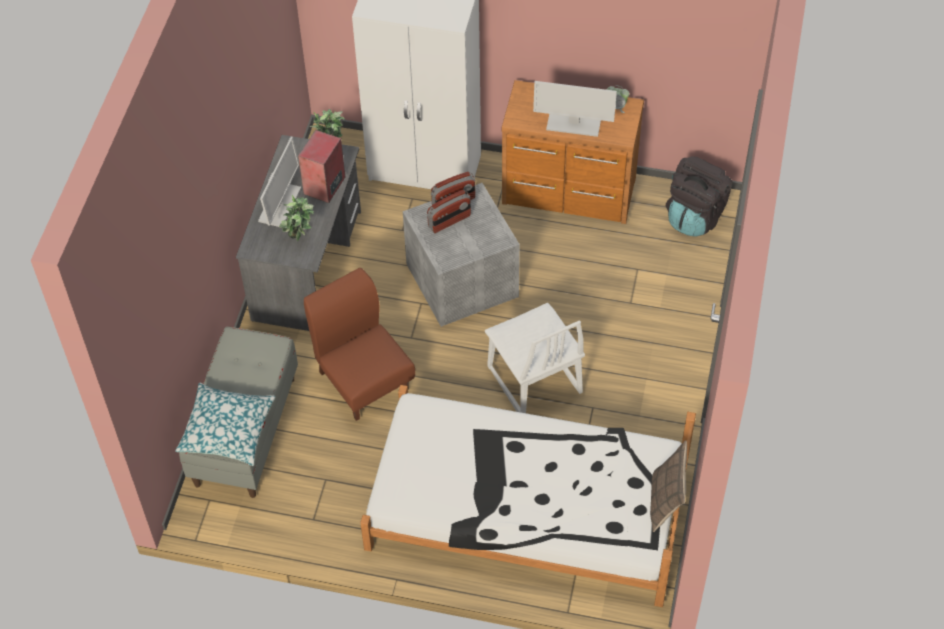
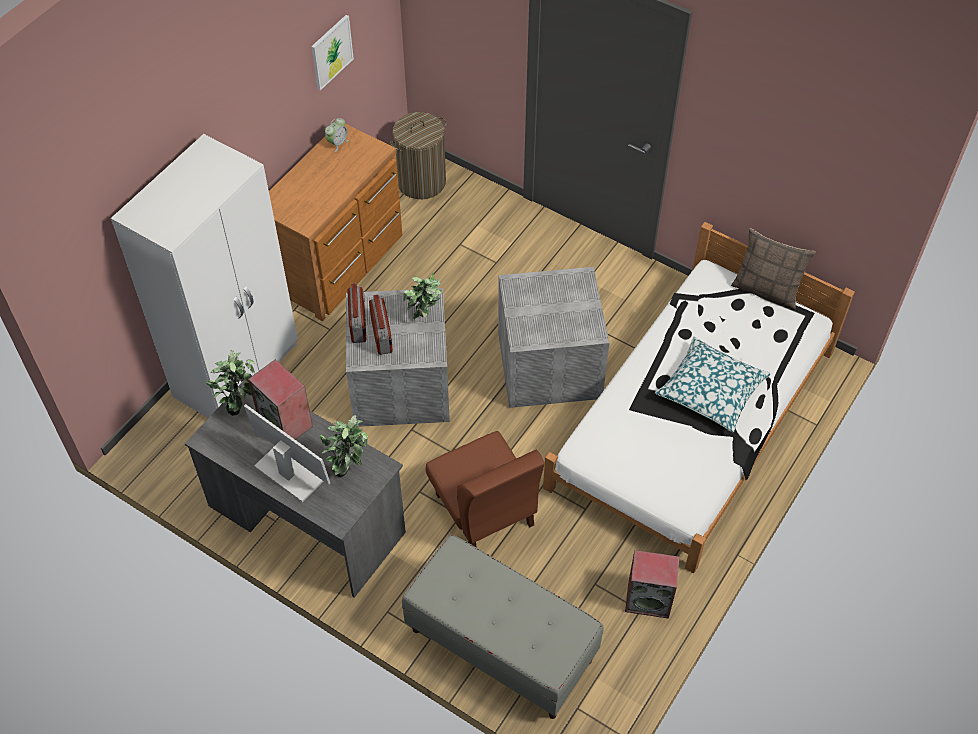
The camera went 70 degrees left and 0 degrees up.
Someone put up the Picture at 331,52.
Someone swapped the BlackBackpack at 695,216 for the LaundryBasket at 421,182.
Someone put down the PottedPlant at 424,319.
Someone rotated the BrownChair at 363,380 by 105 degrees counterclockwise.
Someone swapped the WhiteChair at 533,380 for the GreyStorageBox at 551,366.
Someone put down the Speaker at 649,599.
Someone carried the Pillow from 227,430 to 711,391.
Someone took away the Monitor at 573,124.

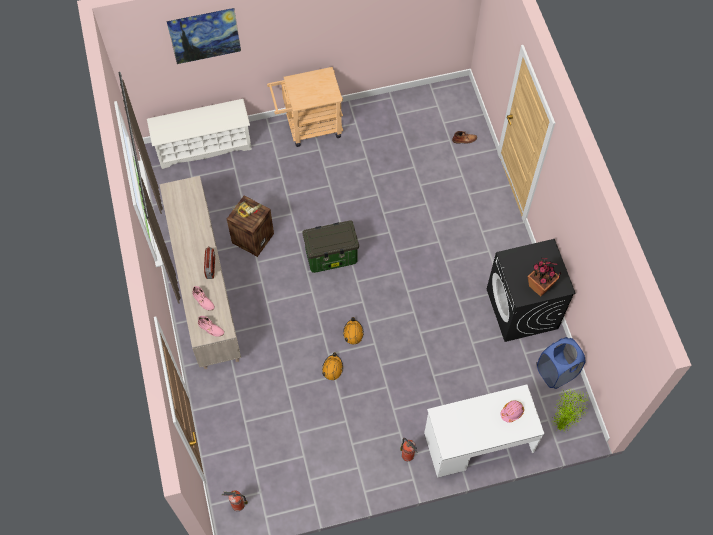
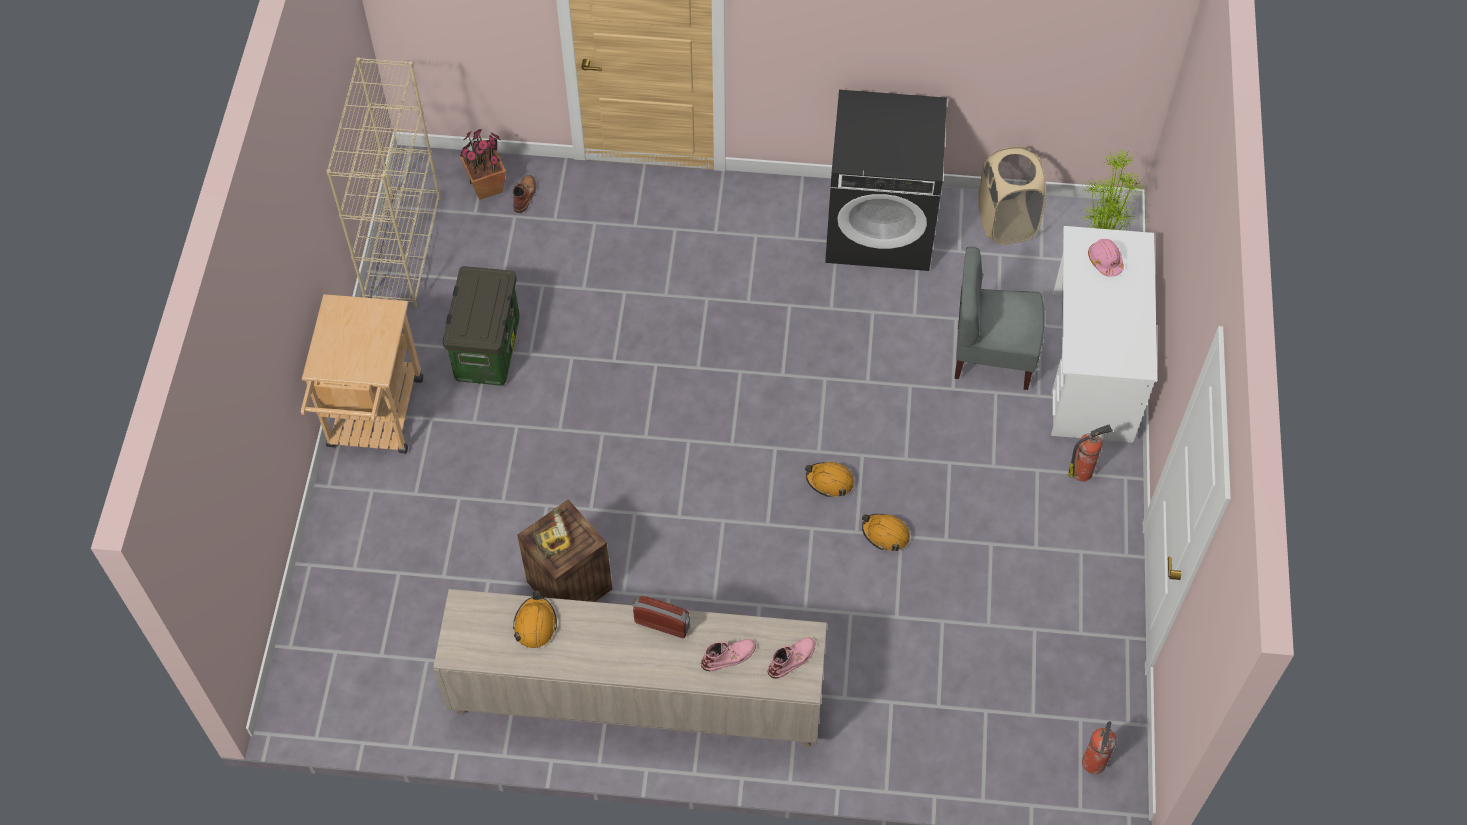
The camera went 70 degrees left and 5 degrees down.
Someone put down the BeigeBookcase at 403,248.
Someone carried the StorageBox from 332,256 to 487,348.
Someone carried the PottedPlant from 540,286 to 487,186.
Someone put down the OrangeHardHat at 535,624.
Someone put down the GreyChair at 991,356.
Someone repainted the BlueLaundryBasket at 556,372, which became the BeigeLaundryBasket at 1006,222.
Someone took away the WhiteShoeRack at 204,146.
Someone took away the Picture at 207,47.

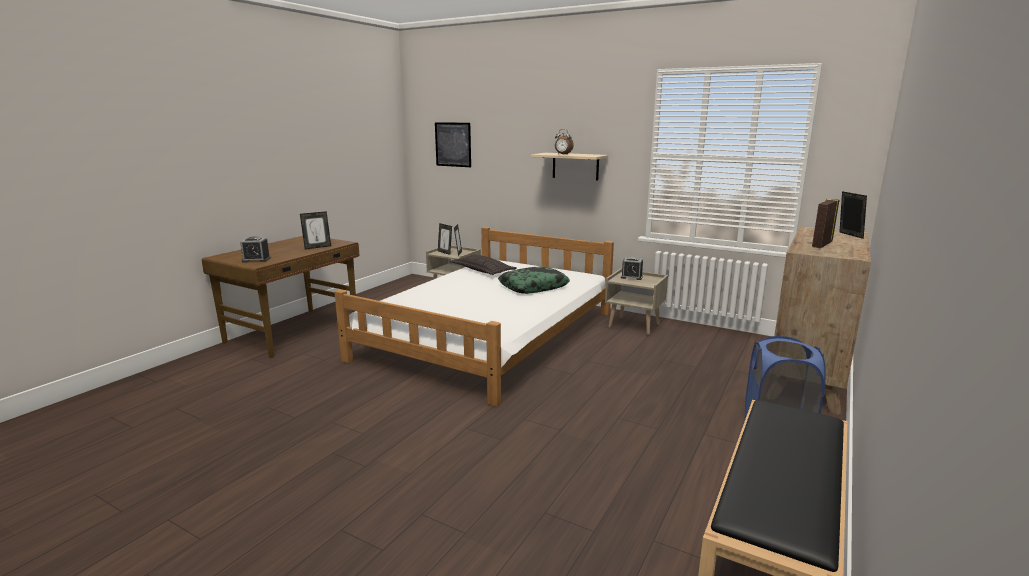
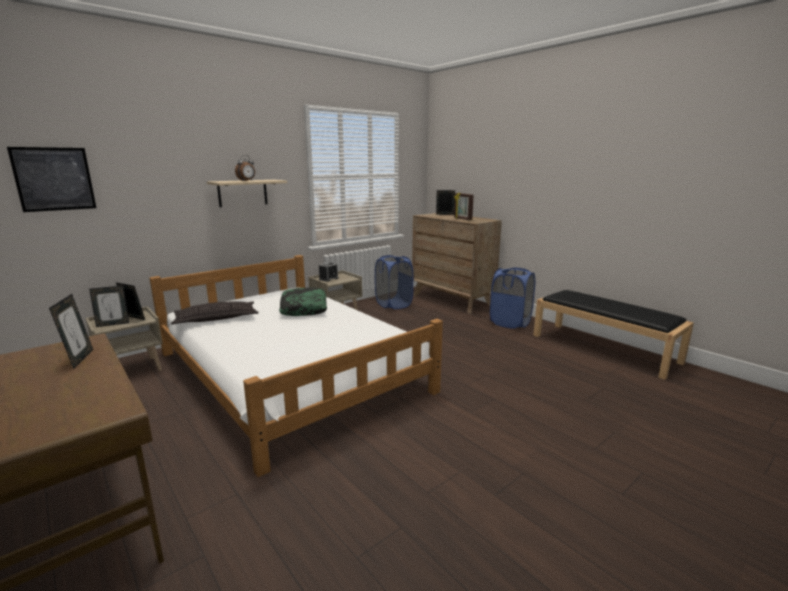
The camera went 70 degrees left and 0 degrees up.
Someone put down the BlueLaundryBasket at 393,304.
Someone took away the AlarmClock at 256,260.

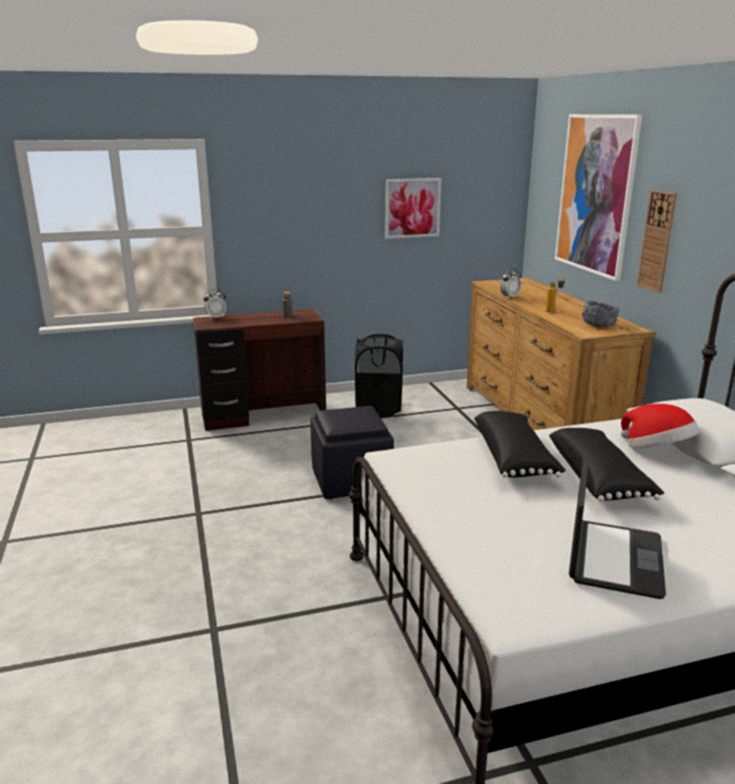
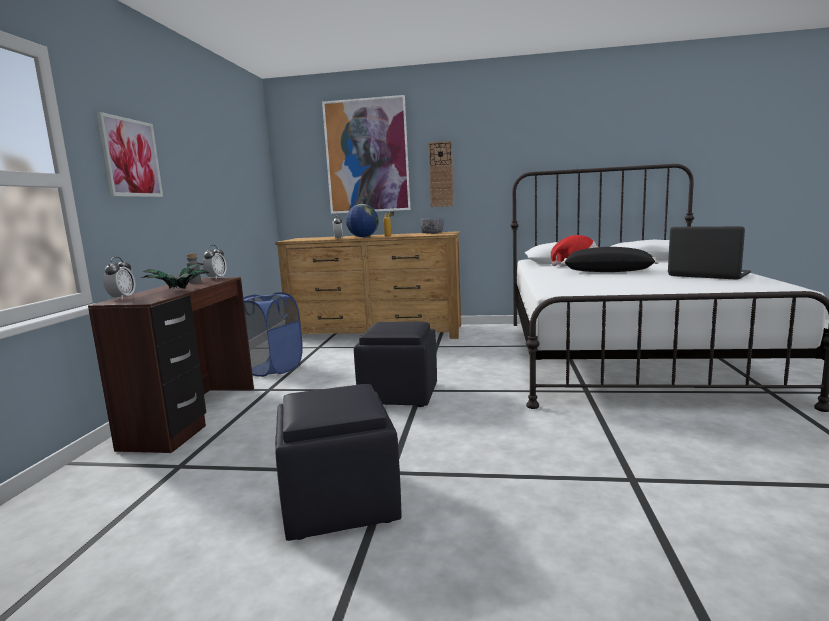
The camera went 65 degrees left and 10 degrees down.
Someone carried the Picture from 412,208 to 130,158.
Someone put down the PottedPlant at 177,291.
Someone put down the AlarmClock at 216,278.
Someone repainted the BlackLaundryBasket at 379,408, which became the BlueLaundryBasket at 273,369.
Someone put down the BlackOttoman at 338,502.
Someone put down the Globe at 363,237.
Someone took away the BlackPillow at 514,458.

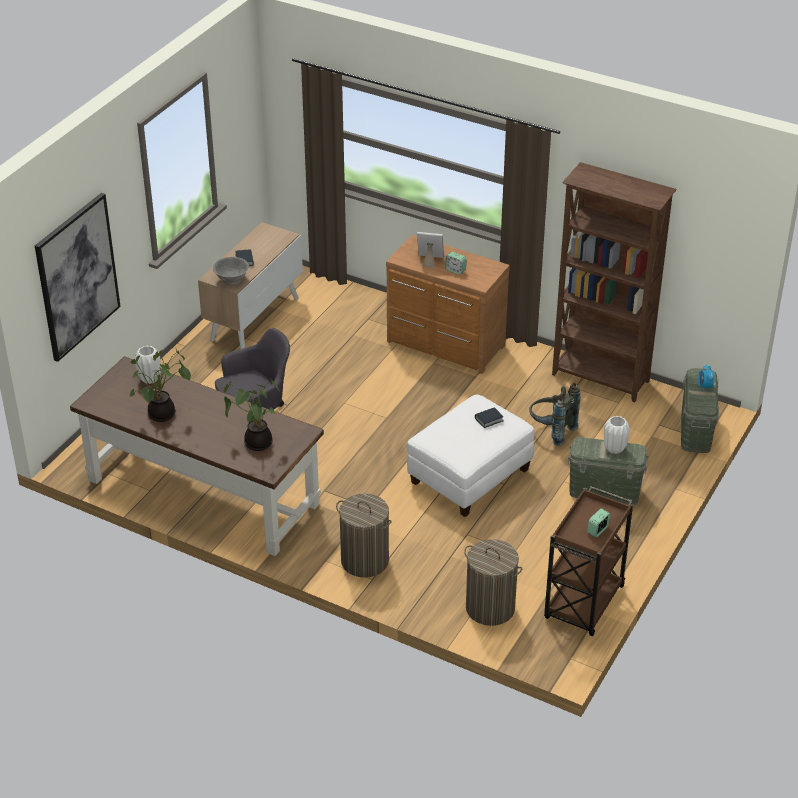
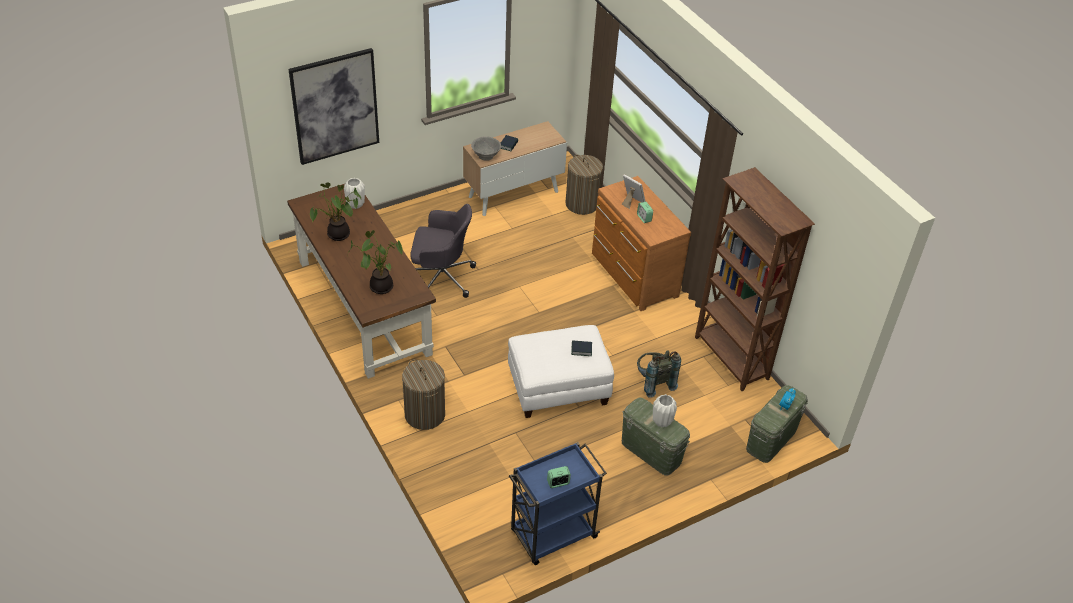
The camera went 30 degrees right and 5 degrees up.
Someone repainted the BrownCart at 583,604, which became the BlueCart at 552,535.
Someone carried the LaundryBasket from 490,608 to 582,204.

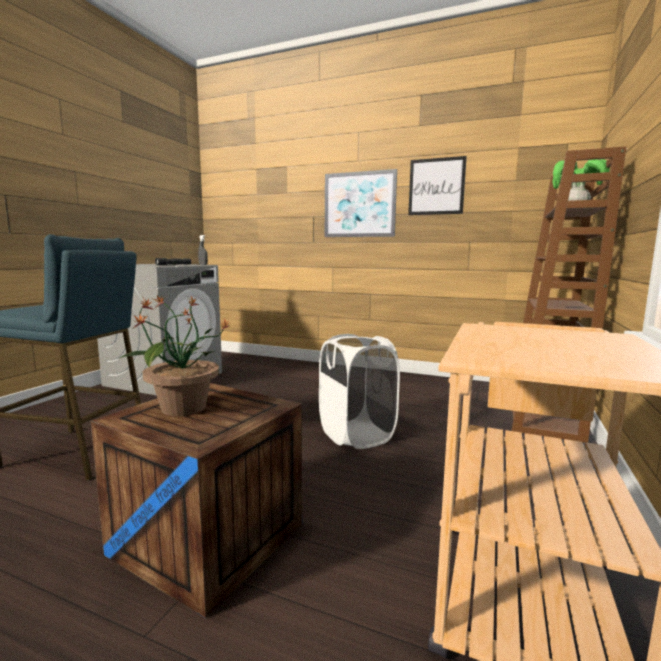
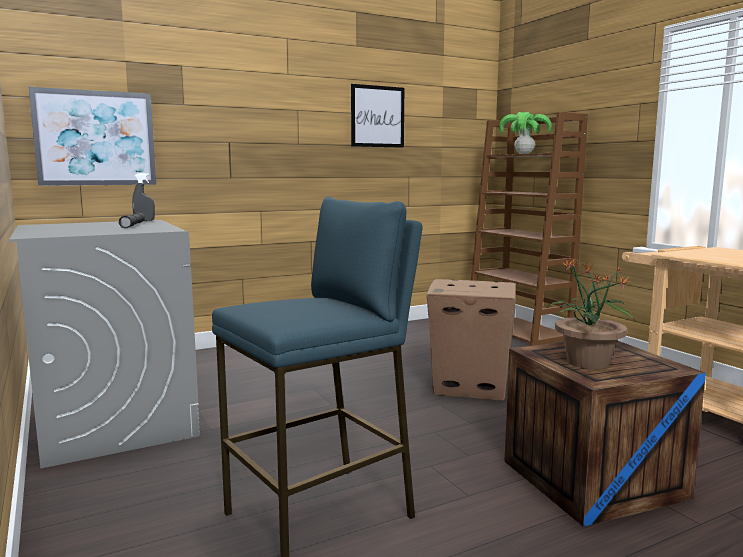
The camera went 50 degrees left and 0 degrees up.
Someone carried the Picture from 359,204 to 95,138.
Someone swapped the WhiteLaundryBasket at 356,435 for the CardboardBox at 471,385.

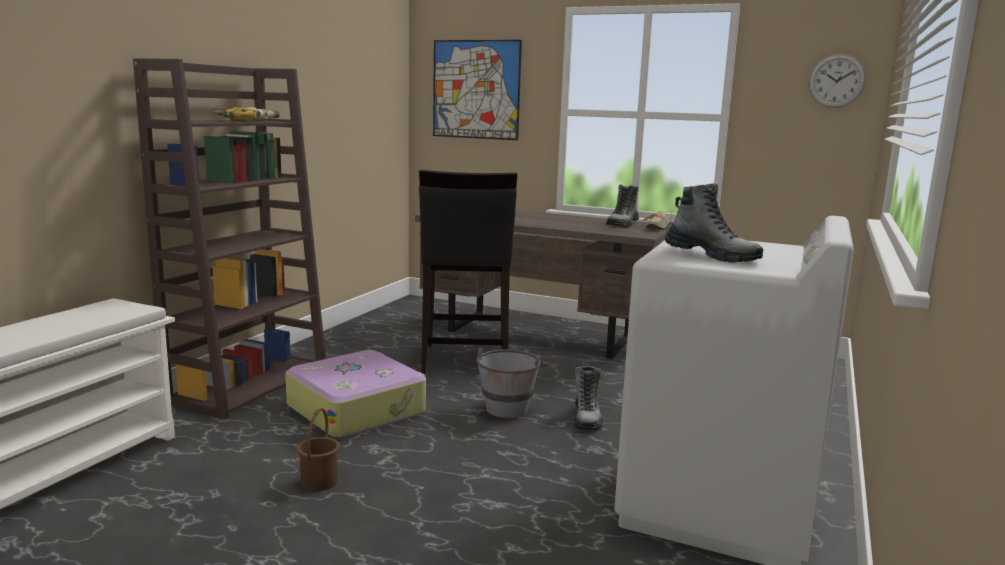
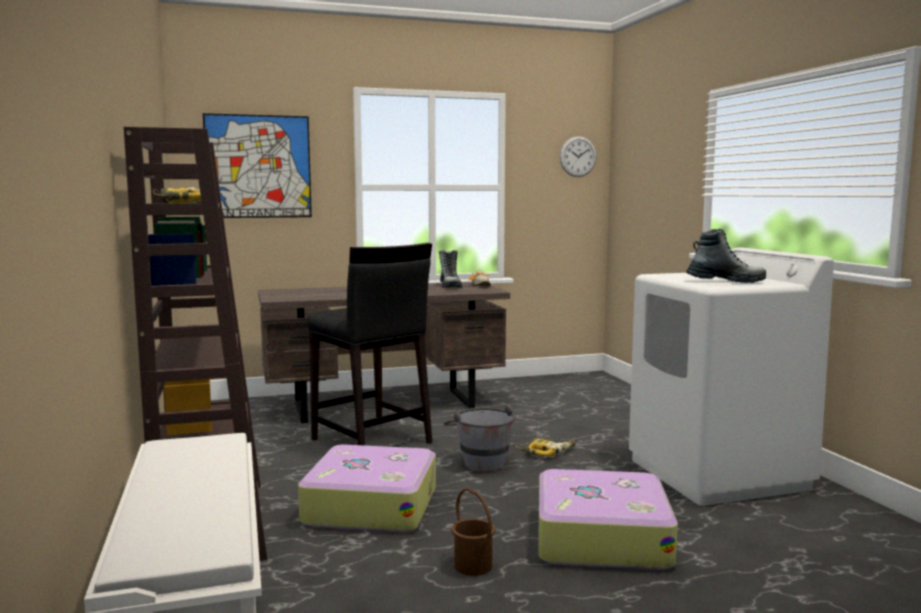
The camera went 40 degrees left and 5 degrees down.
Someone swapped the Boot at 586,418 for the PowerDrill at 546,451.
Someone put down the Suitcase at 600,537.

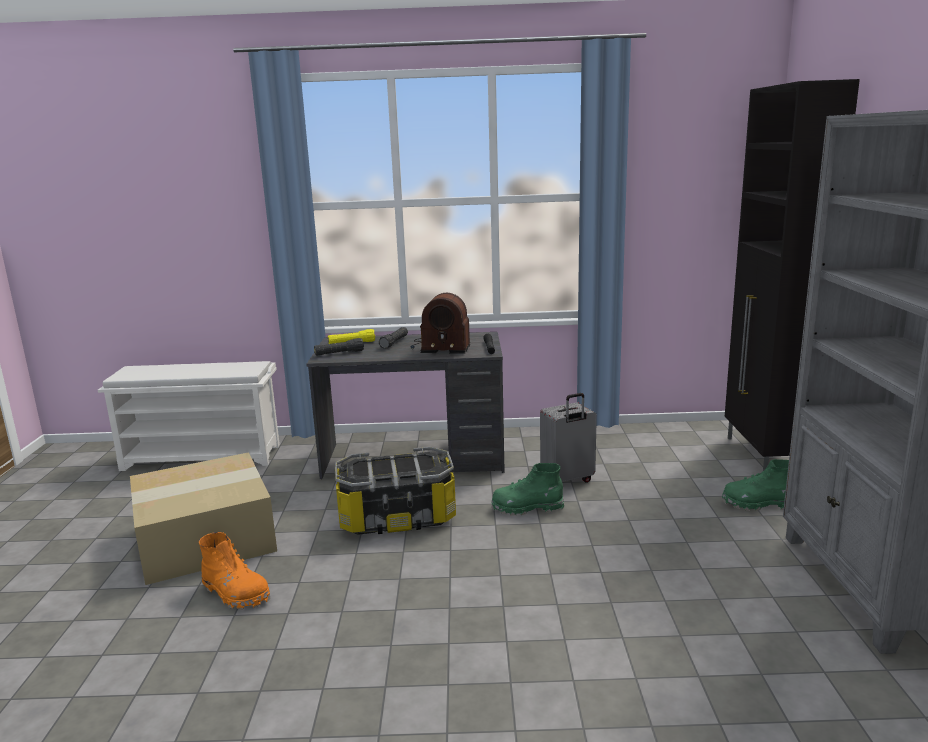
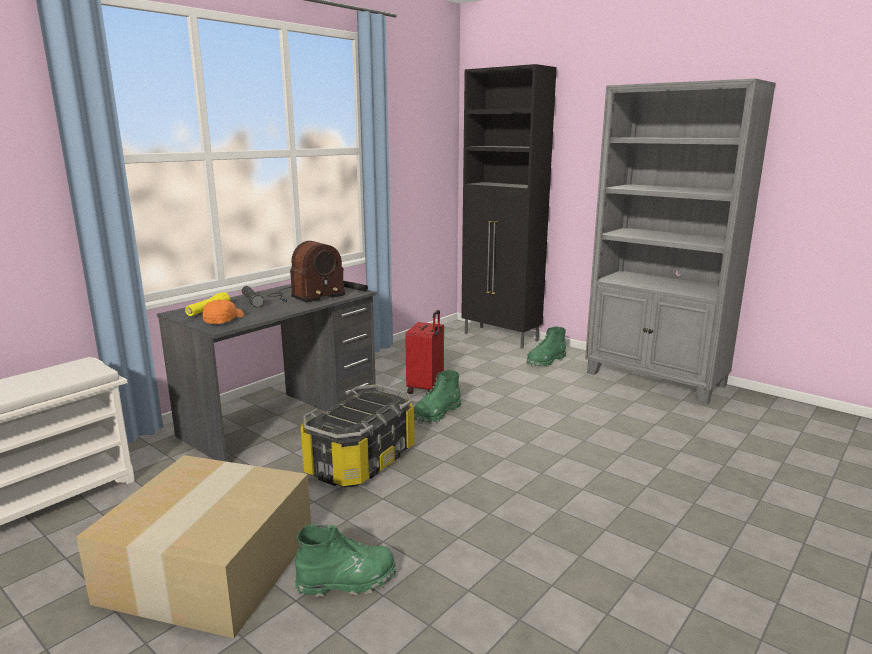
The camera went 50 degrees left and 0 degrees up.
Someone swapped the BlackFlashlight at 339,353 for the OrangeCap at 223,320.
Someone repainted the OrangeBoot at 236,593, which became the GreenBoot at 347,581.
Someone repainted the GreySuitcase at 567,480, which became the RedSuitcase at 426,388.

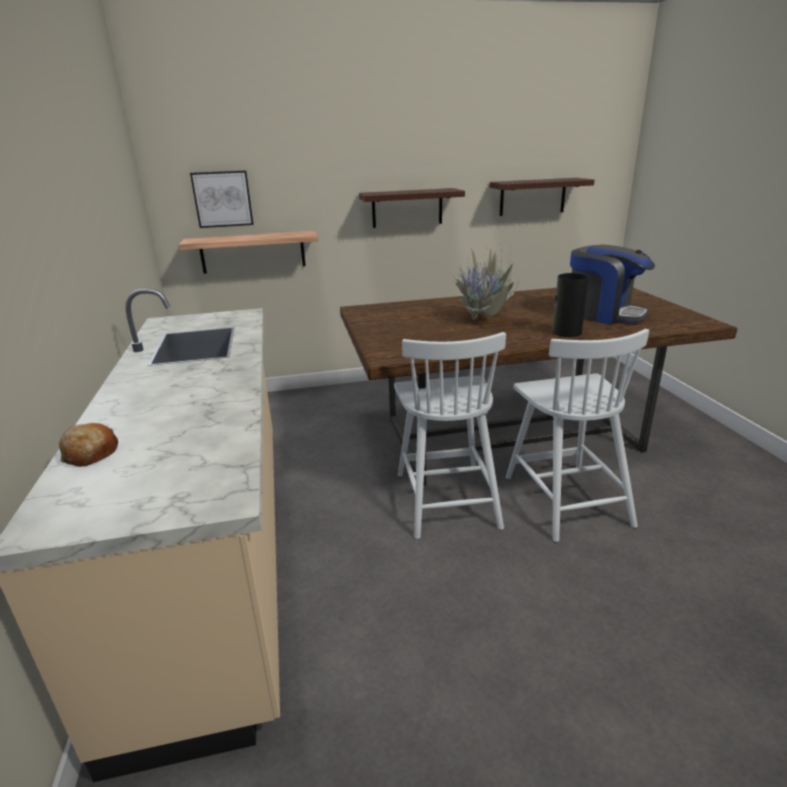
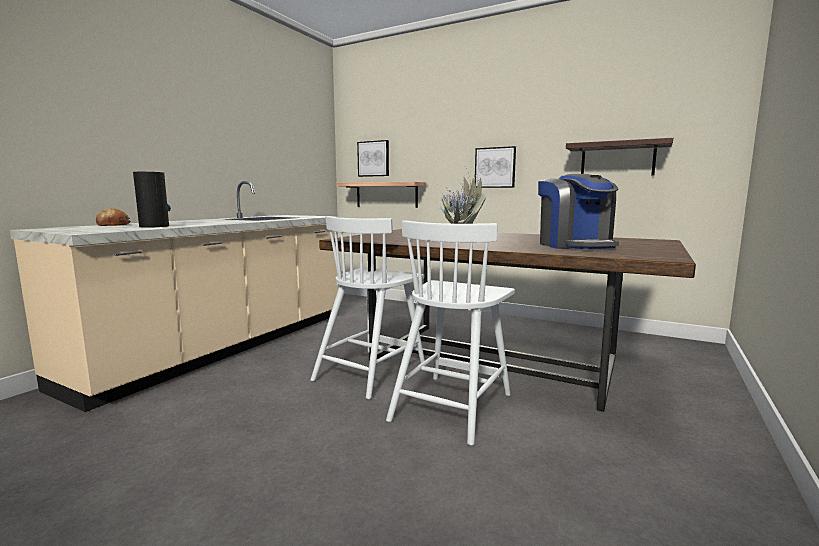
The camera went 40 degrees right and 15 degrees down.
Someone carried the Vase from 566,332 to 154,226.
Someone swapped the Shelf at 407,208 for the Picture at 495,167.

